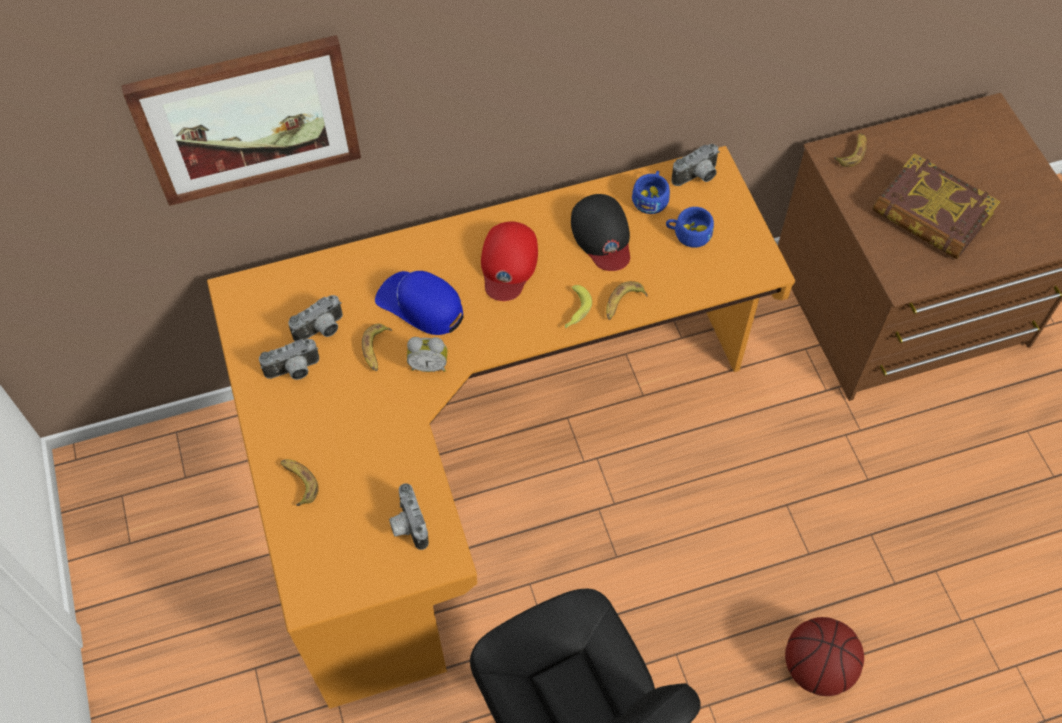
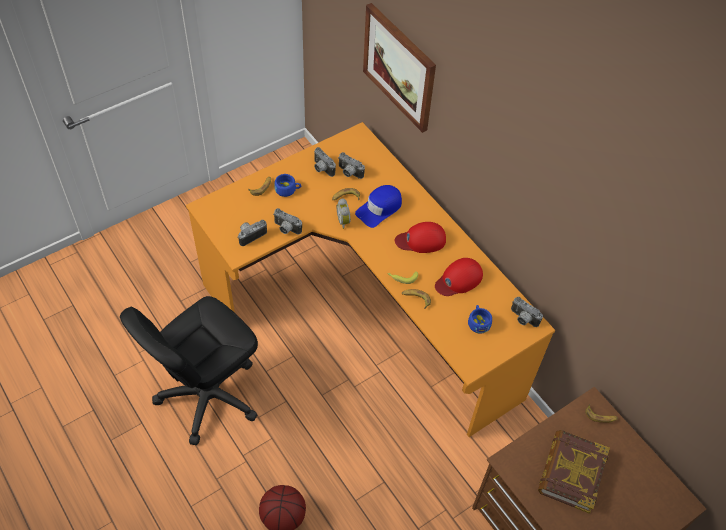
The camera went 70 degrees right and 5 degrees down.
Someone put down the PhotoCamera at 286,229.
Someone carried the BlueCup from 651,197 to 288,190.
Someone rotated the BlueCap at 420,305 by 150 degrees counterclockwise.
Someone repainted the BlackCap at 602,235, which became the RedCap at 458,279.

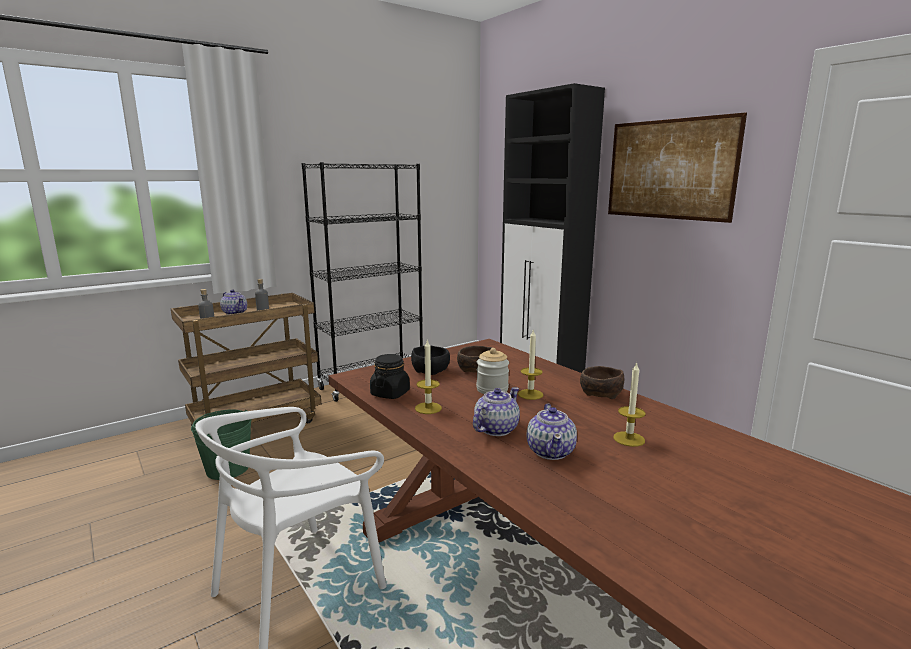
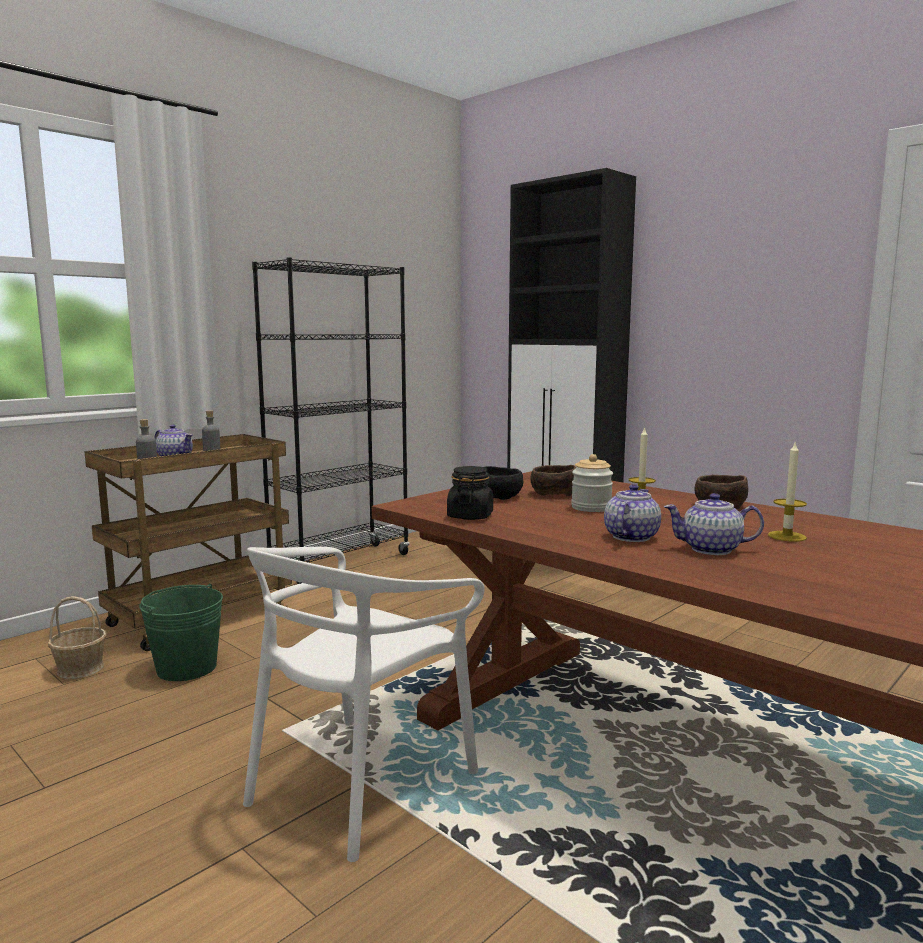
The camera went 10 degrees left and 5 degrees down.
Someone put down the Basket at 80,669.
Someone rotated the Teapot at 551,451 by 105 degrees clockwise.
Someone took away the Candle at 428,408.
Someone took away the Picture at 669,169.

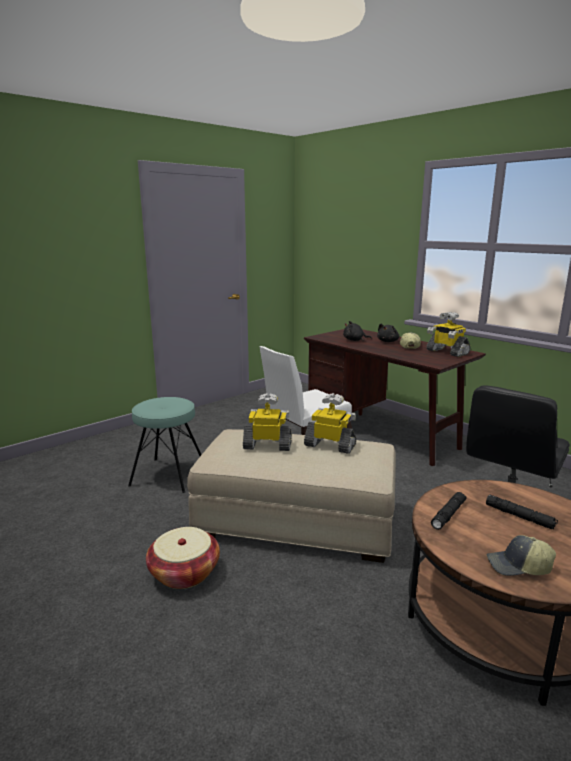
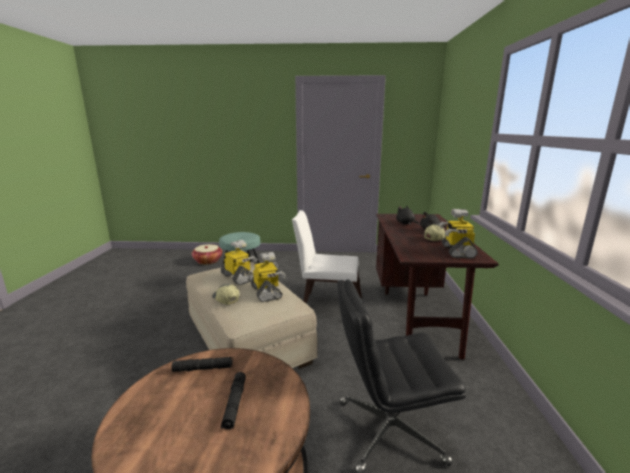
The camera went 45 degrees right and 0 degrees up.
Someone carried the Basket from 184,572 to 208,261.
Someone carried the Cap from 518,567 to 225,299.

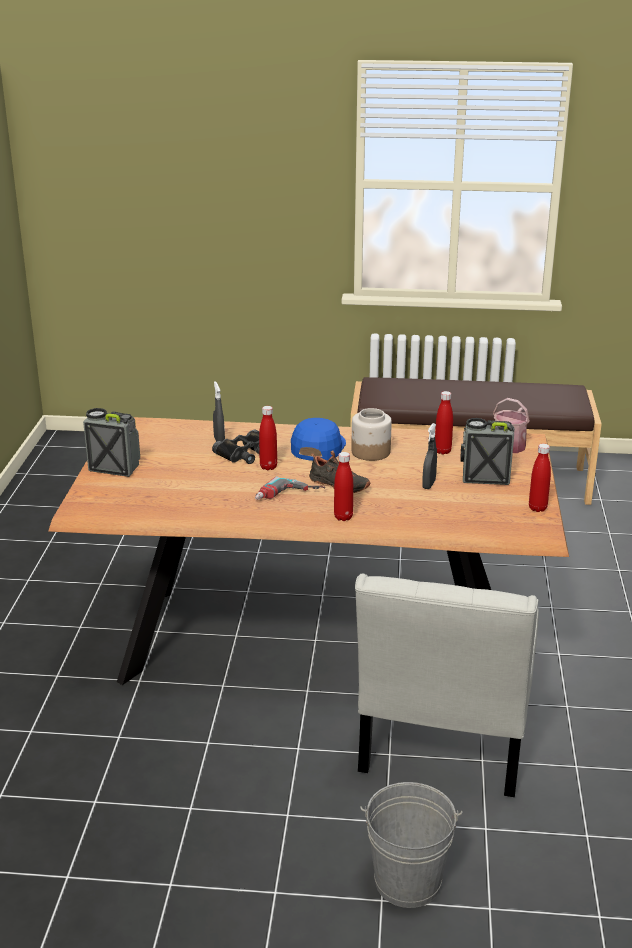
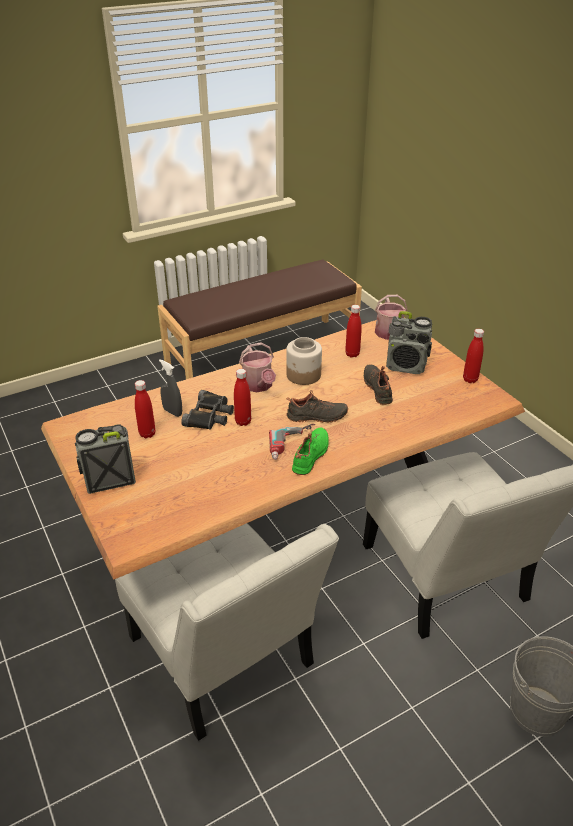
The camera went 35 degrees left and 10 degrees up.
Someone put down the WhiteChair at 225,659.
Someone carried the RedBottle from 343,517 to 147,434.
Someone swapped the BlueCap at 318,447 for the WateringCan at 258,386.
Someone put down the GreenShoe at 312,456.
Someone swapped the GreySprayBottle at 429,484 for the BlackShoe at 378,389.
Someone rotated the Radio at 484,477 by 135 degrees counterclockwise.

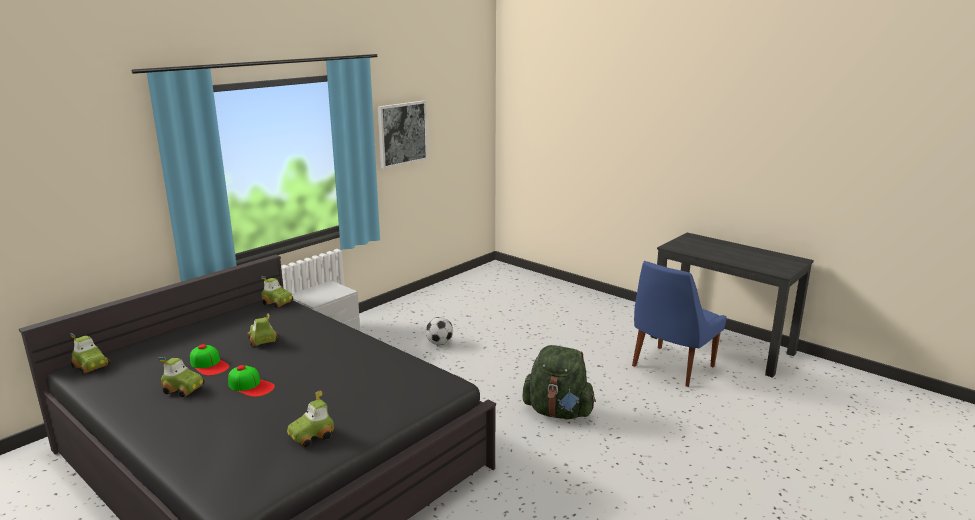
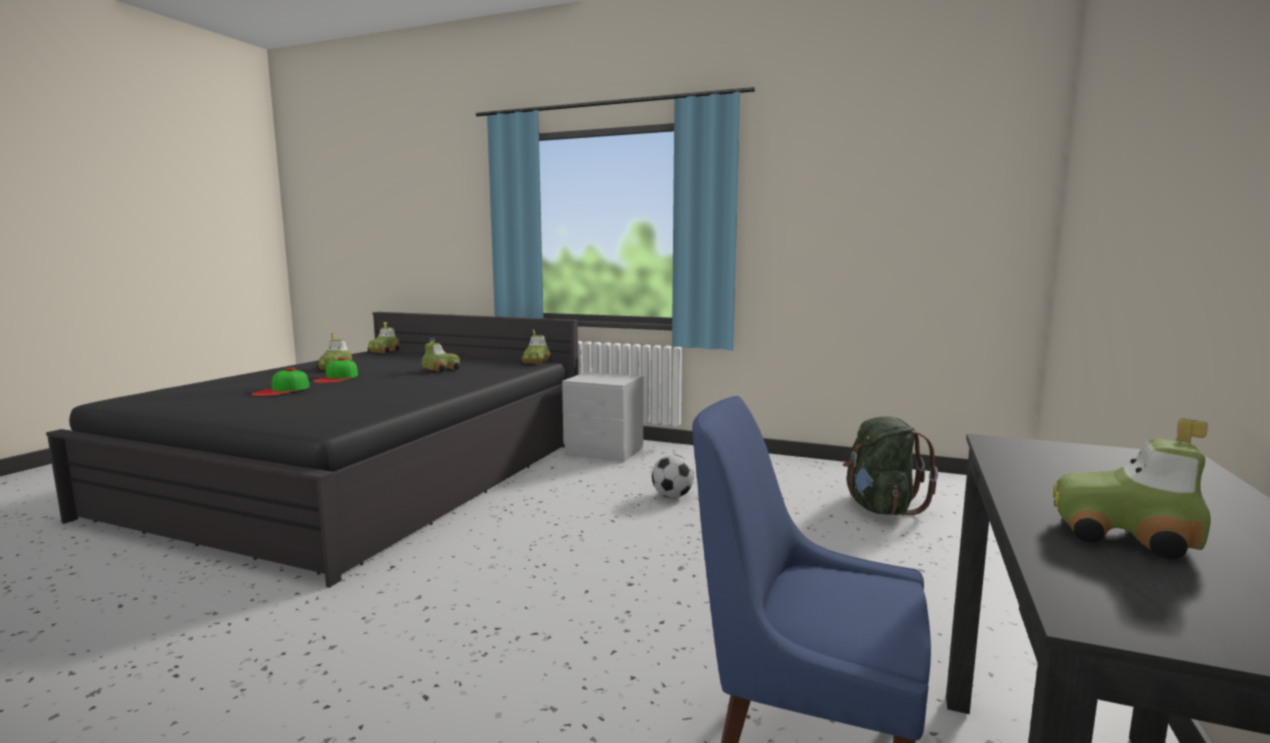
The camera went 70 degrees right and 10 degrees down.
Someone carried the Cap from 209,364 to 282,390.
Someone carried the GreenBackpack from 558,412 to 880,508.
Someone carried the ToyCar from 311,436 to 1123,536.
Someone took away the Picture at 402,133.

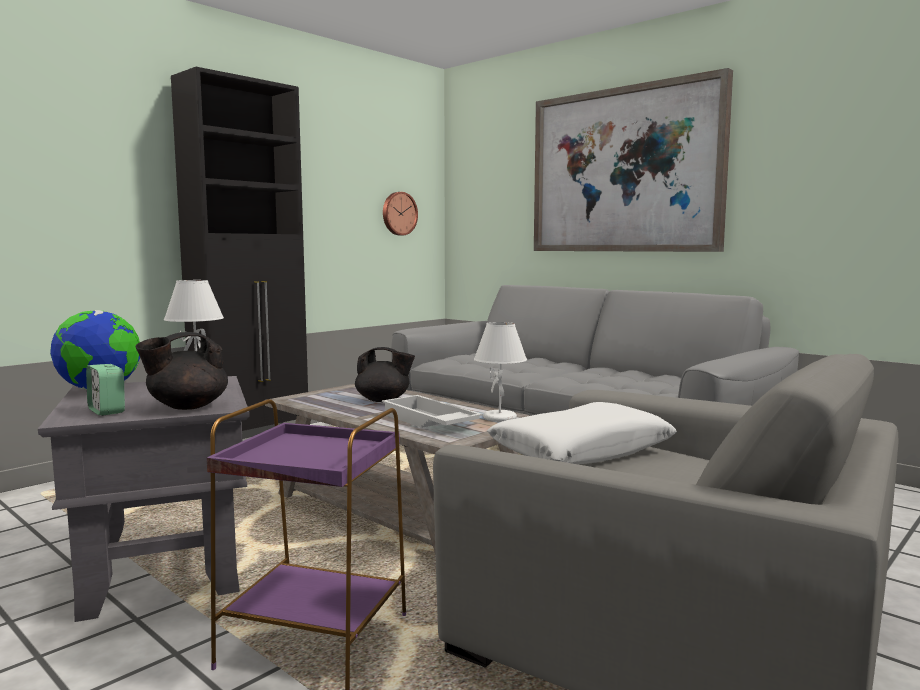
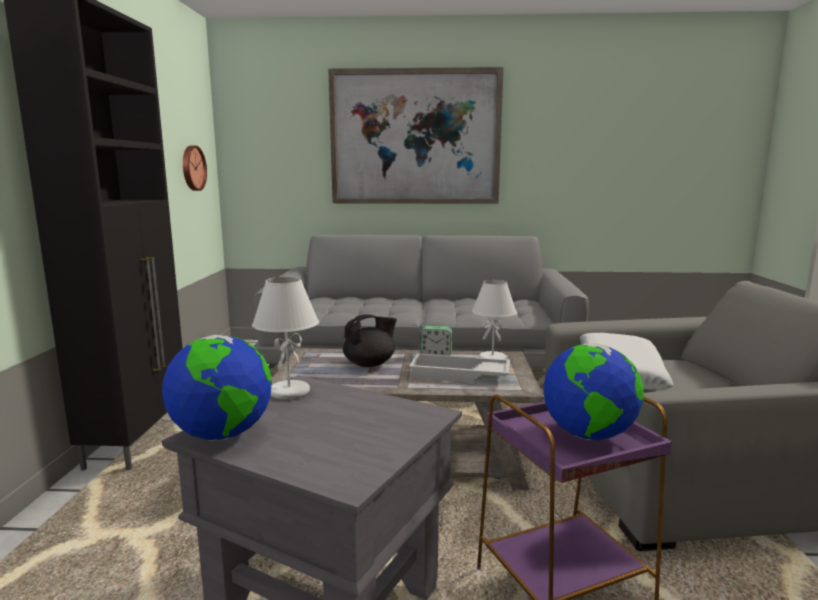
The camera went 40 degrees left and 5 degrees up.
Someone carried the AlarmClock from 107,411 to 436,354.
Someone put down the Globe at 589,435.
Someone took away the BlackTeapot at 187,406.

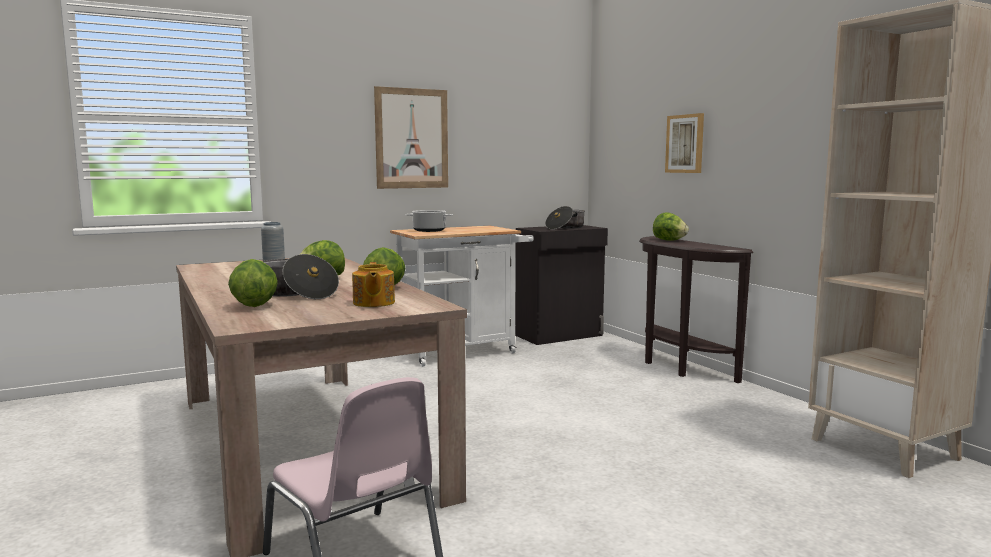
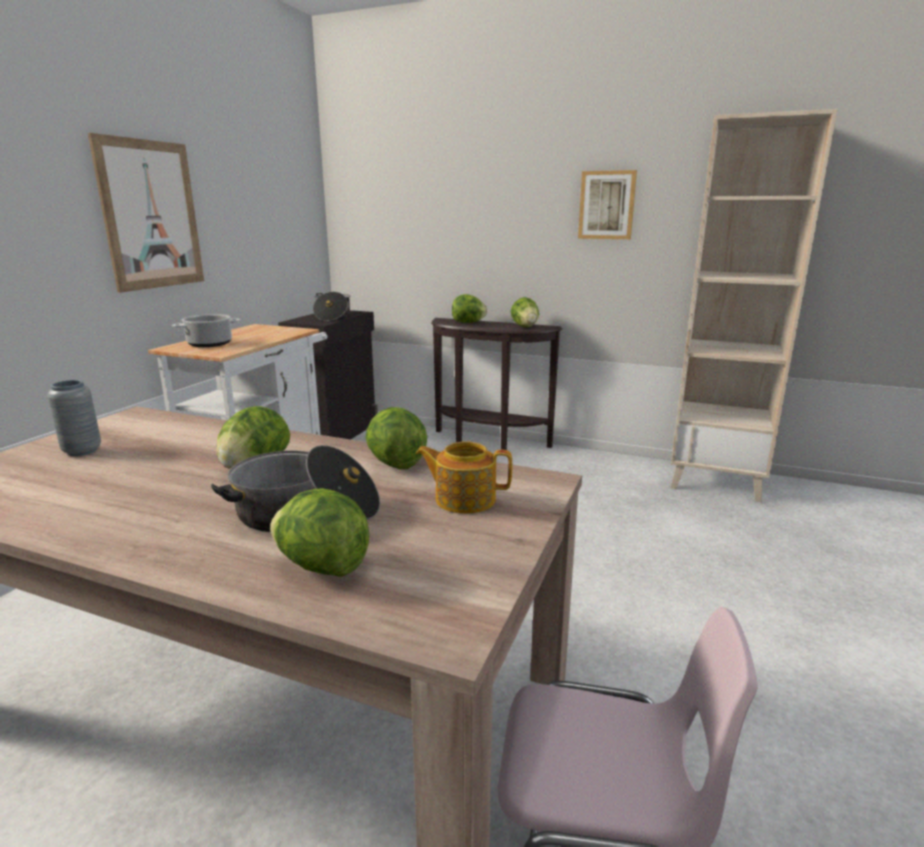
The camera went 40 degrees left and 10 degrees up.
Someone rotated the Teapot at 373,303 by 150 degrees clockwise.
Someone put down the Lettuce at 525,327.
Someone carried the Picture from 685,144 to 607,205.

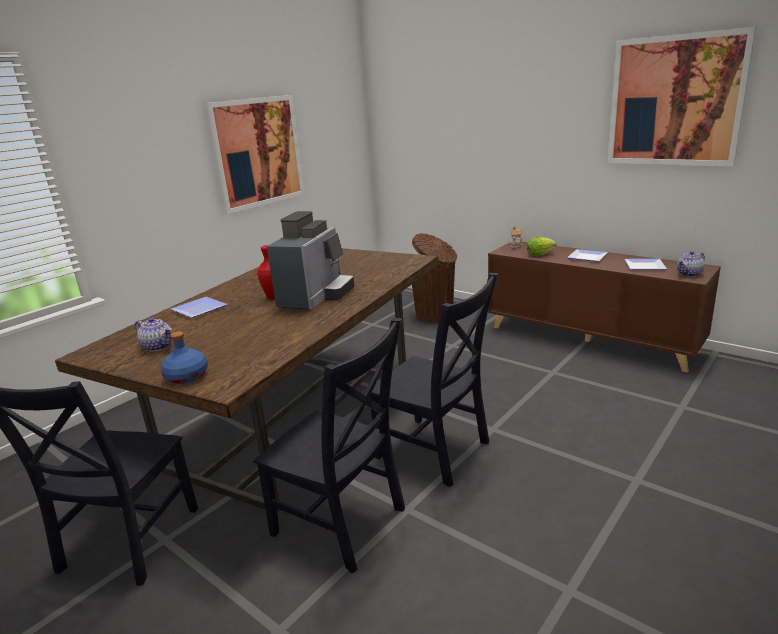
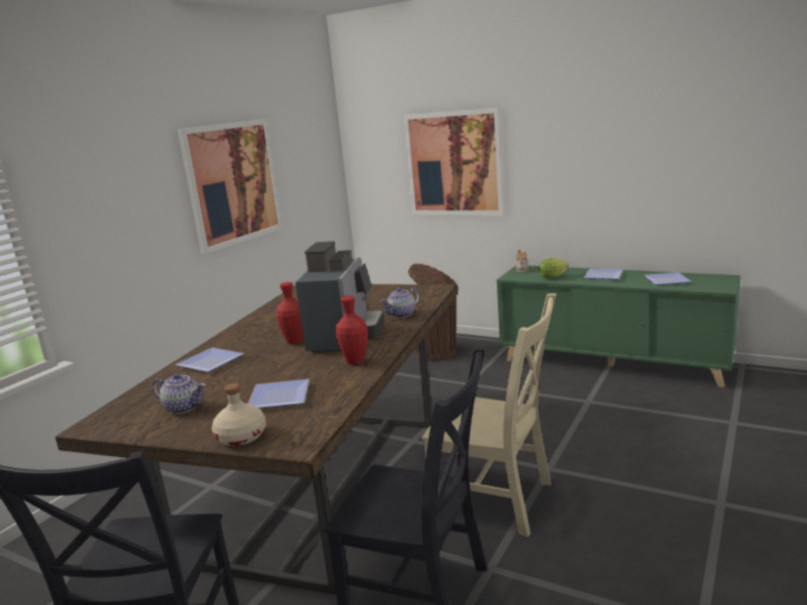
The camera went 10 degrees left and 5 degrees down.
Someone repainted the BlueBottle at 187,376, which became the BeigeBottle at 242,437.
Someone put down the Plate at 281,396.
Someone put down the RedVase at 355,362.
Someone carried the Teapot from 689,274 to 401,314.
Someone carried the Picture from 675,101 to 454,164.
Someone repainted the BlackChair at 436,452, which became the BeigeChair at 497,500.
Someone repainted the BrownCabinet at 590,339, which became the GreenCabinet at 612,363.

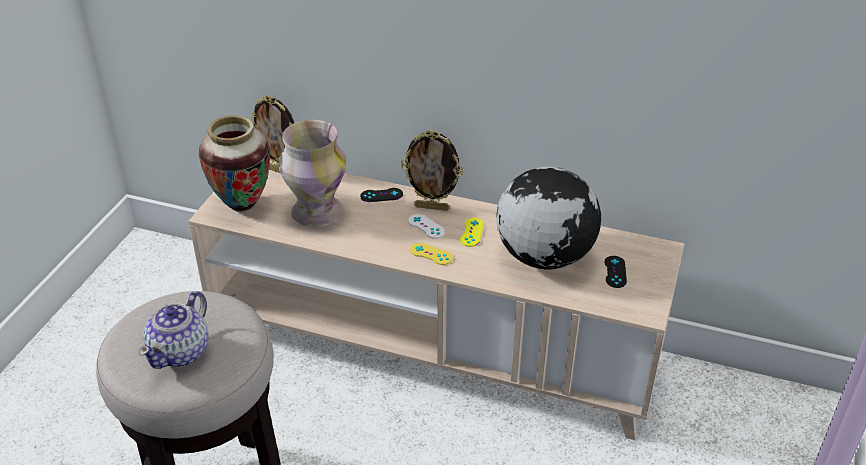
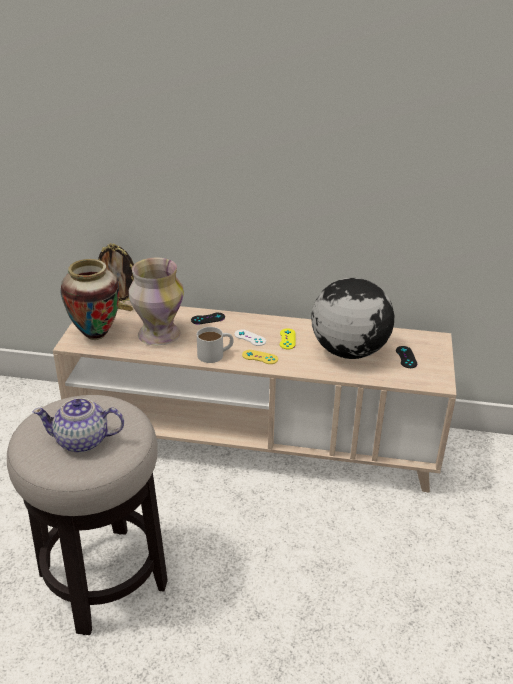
The camera went 10 degrees left and 5 degrees down.
Someone rotated the Teapot at 181,352 by 75 degrees clockwise.
Someone put down the WhiteMug at 215,354.
Someone took away the PictureFrame at 432,207.

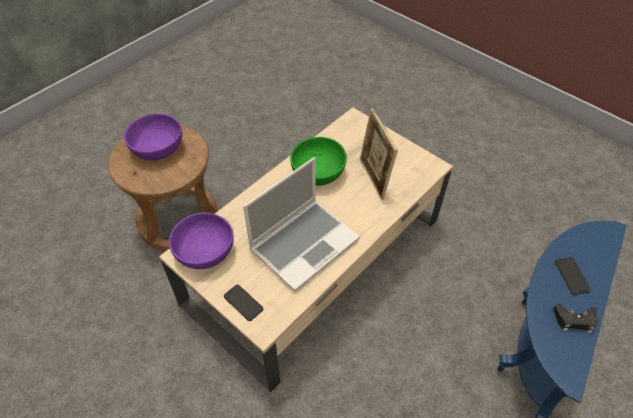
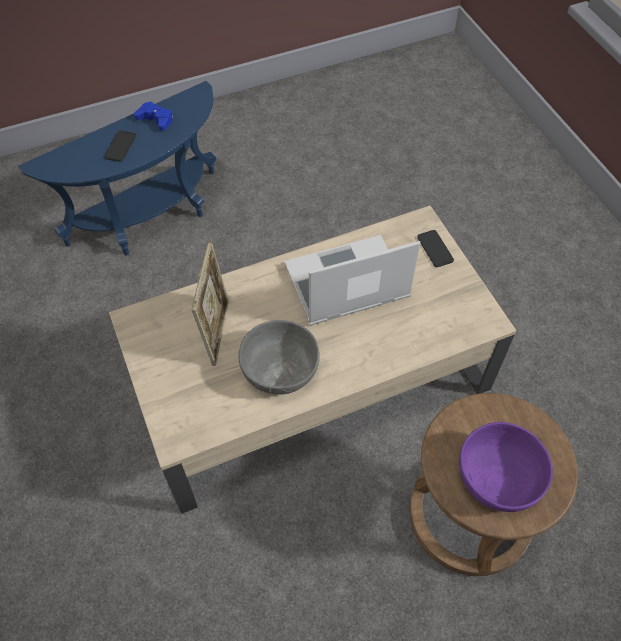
The camera went 155 degrees left and 5 degrees up.
Someone repainted the BlackGameController at 574,320, which became the BlueGameController at 155,120.
Someone repainted the GreenBowl at 318,172, which became the GreyBowl at 280,368.
Someone took away the PurpleBowl at 204,251.

